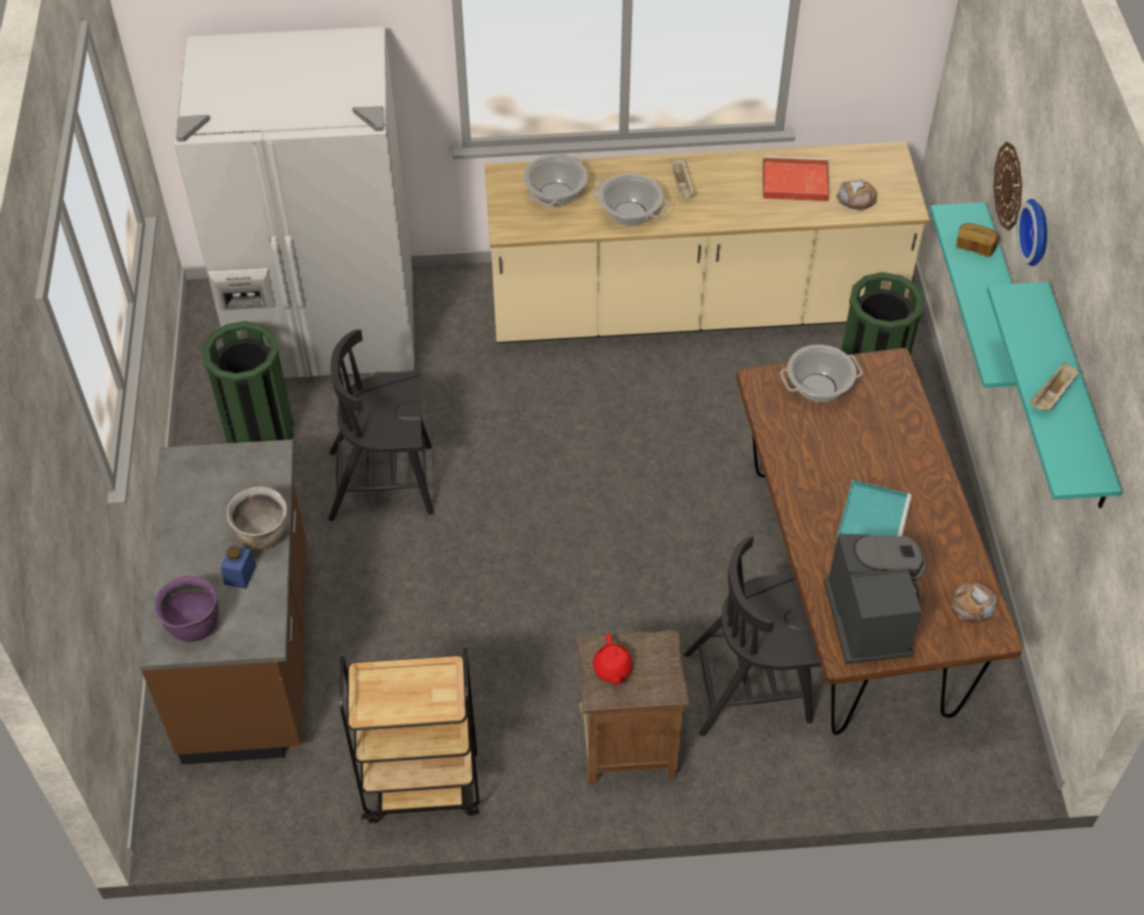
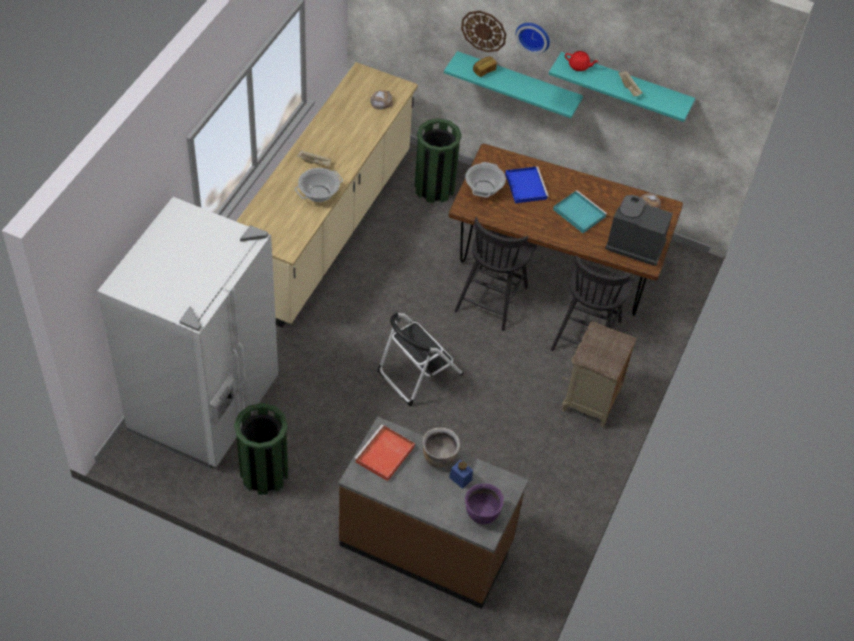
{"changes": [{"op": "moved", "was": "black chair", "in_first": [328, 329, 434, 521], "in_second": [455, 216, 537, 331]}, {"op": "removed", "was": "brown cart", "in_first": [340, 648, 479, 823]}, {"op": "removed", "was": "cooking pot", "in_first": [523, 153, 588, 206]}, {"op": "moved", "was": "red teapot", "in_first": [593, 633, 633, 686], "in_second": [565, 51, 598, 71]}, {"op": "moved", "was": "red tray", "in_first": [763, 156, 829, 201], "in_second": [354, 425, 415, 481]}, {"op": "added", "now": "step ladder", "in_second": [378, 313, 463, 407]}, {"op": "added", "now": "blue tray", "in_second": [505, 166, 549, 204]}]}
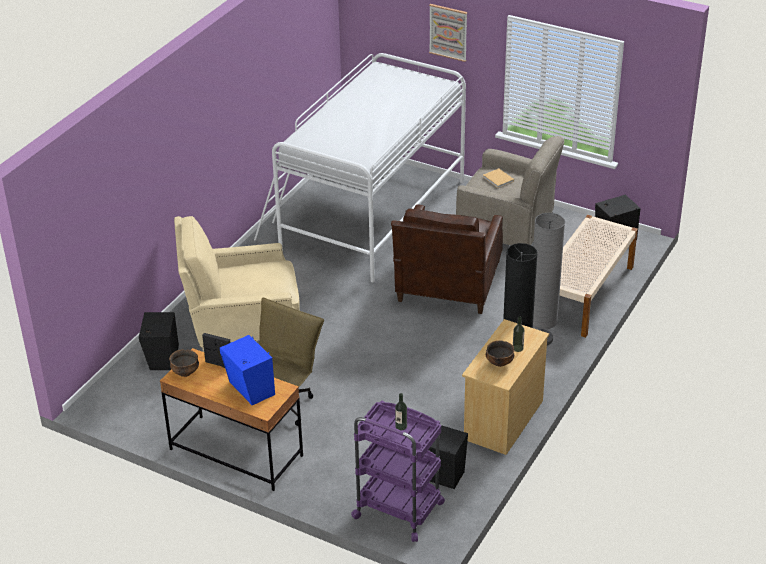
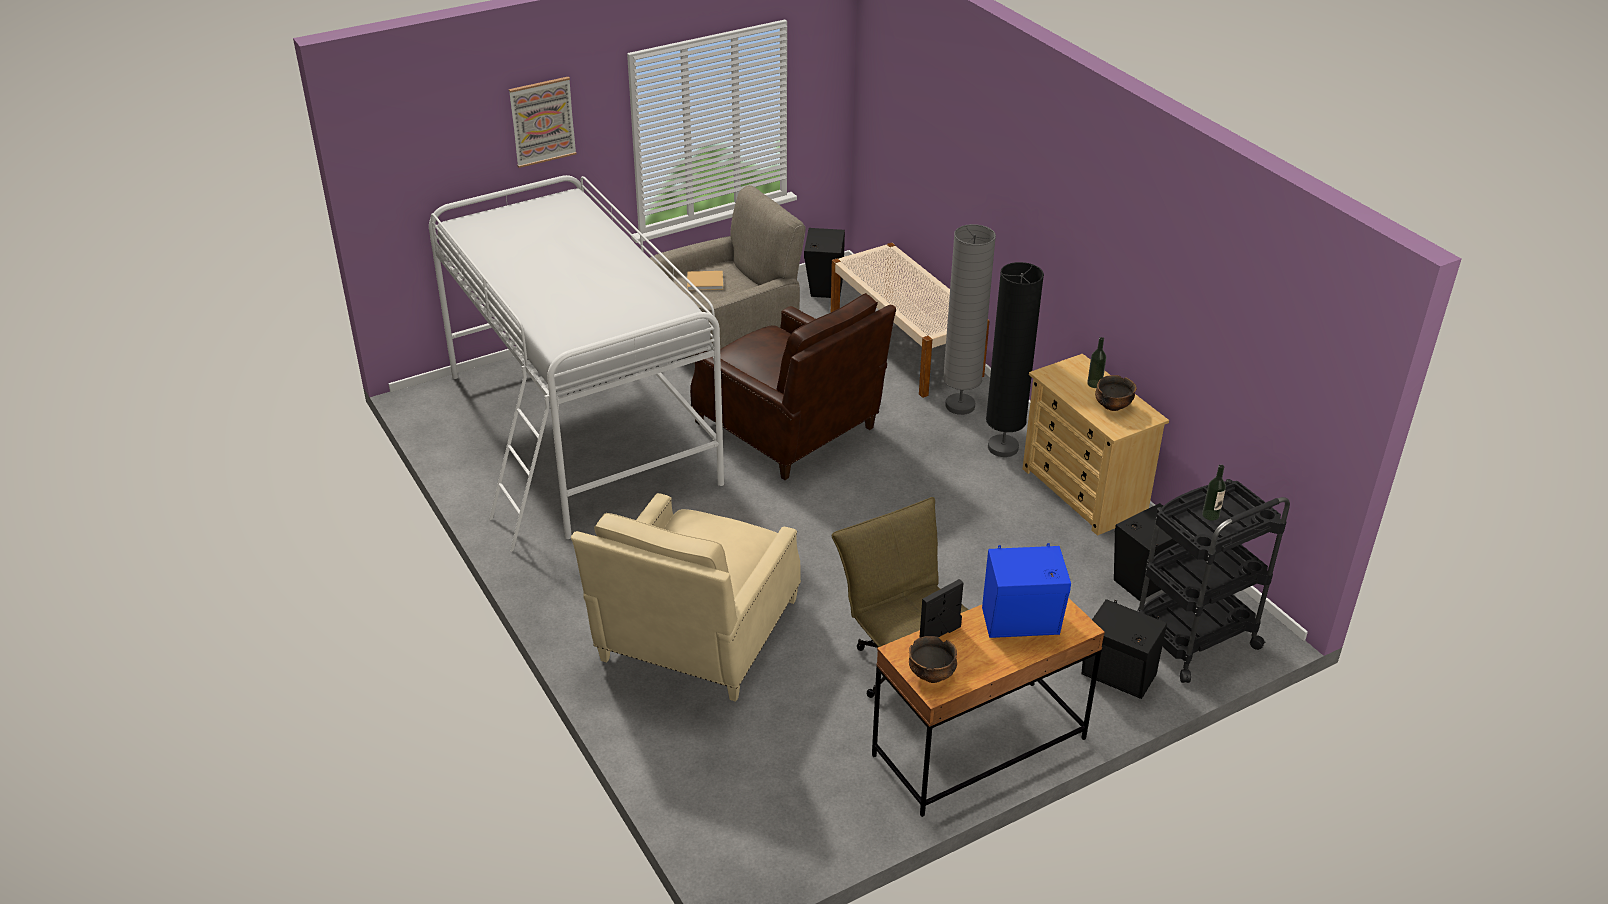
{"changes": [{"op": "moved", "was": "black speaker", "in_first": [139, 312, 179, 370], "in_second": [1081, 599, 1167, 699]}, {"op": "recoloured", "was": "purple cart", "now": "black cart", "in_first": [351, 401, 445, 542], "in_second": [1138, 479, 1290, 683]}]}
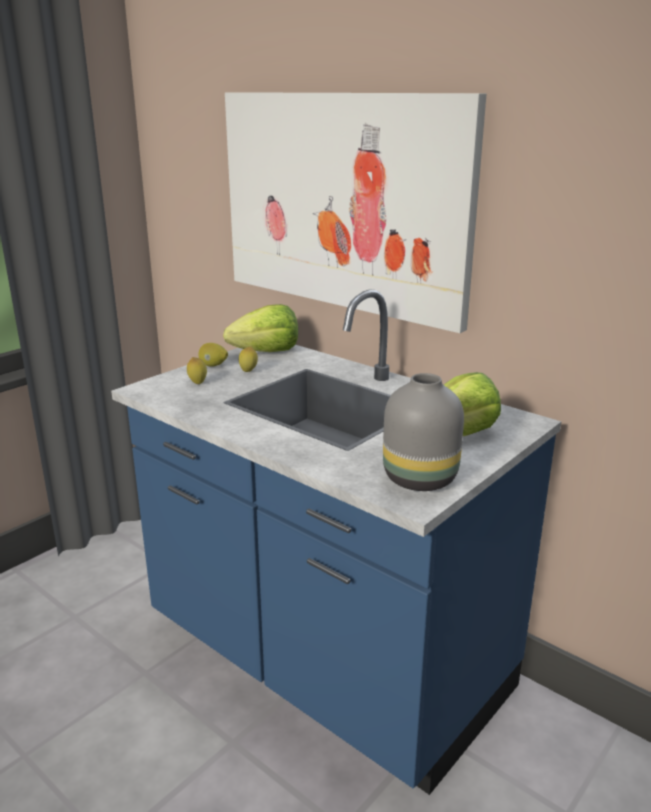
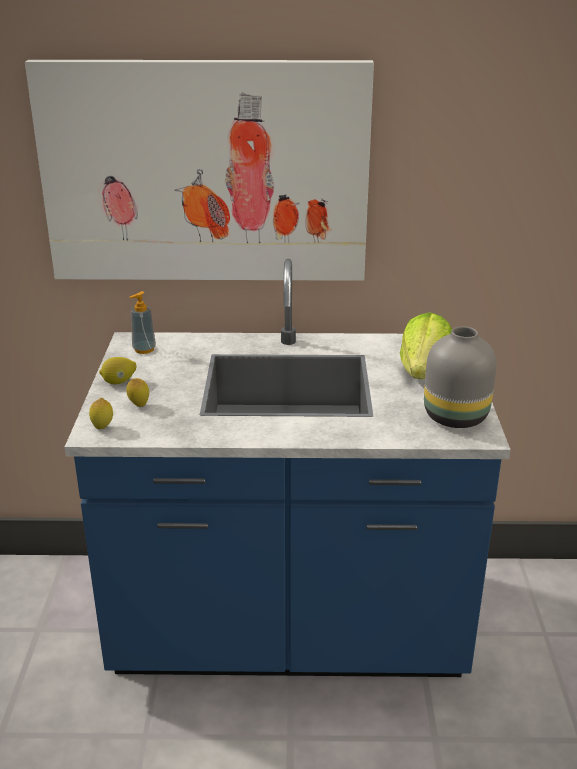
{"changes": [{"op": "replaced", "was": "lettuce", "now": "soap dispenser", "in_first": [223, 304, 298, 352], "in_second": [129, 291, 156, 354]}, {"op": "moved", "was": "lemon", "in_first": [239, 346, 258, 372], "in_second": [89, 398, 113, 429]}]}
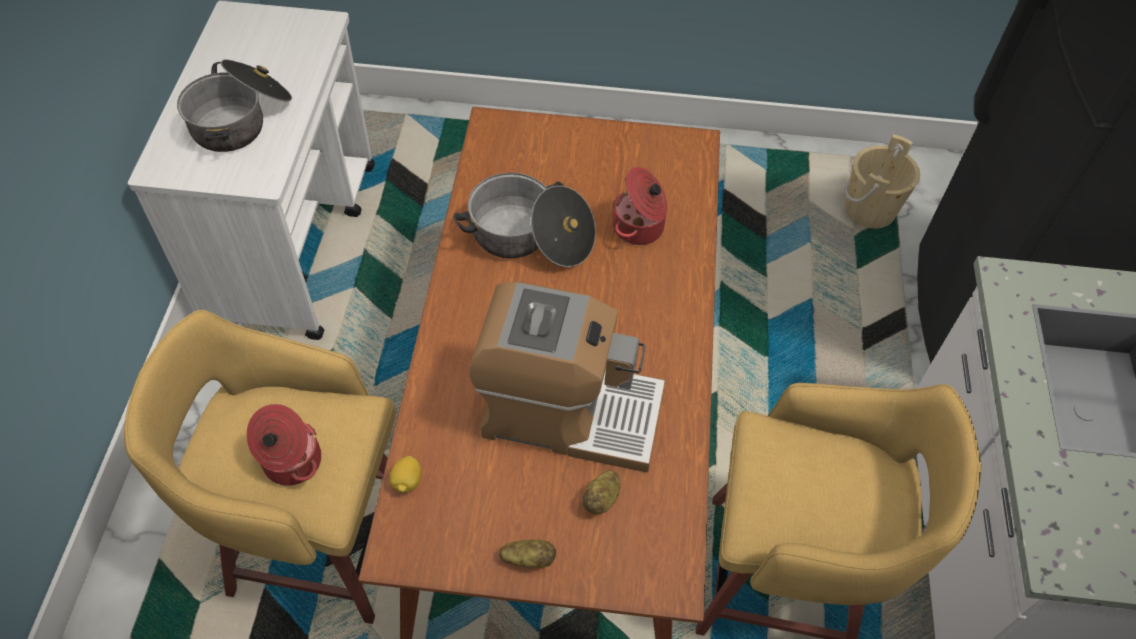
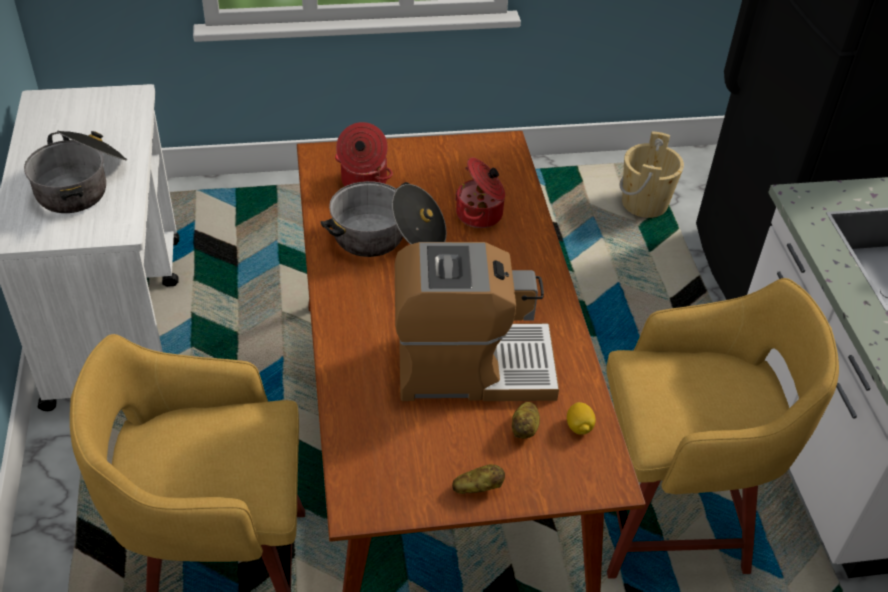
{"changes": [{"op": "moved", "was": "cooking pot", "in_first": [246, 404, 321, 486], "in_second": [335, 122, 393, 186]}, {"op": "moved", "was": "lemon", "in_first": [390, 456, 421, 493], "in_second": [567, 402, 596, 435]}]}
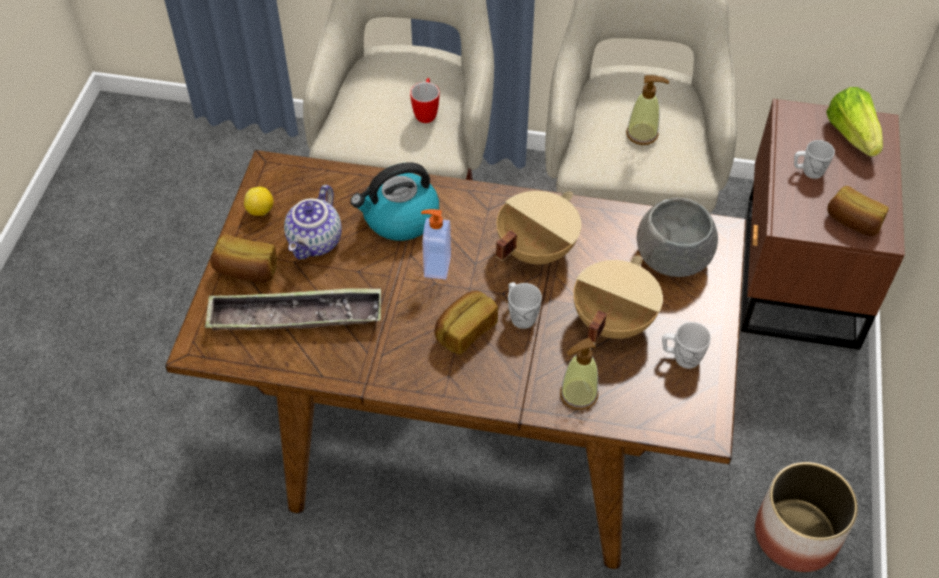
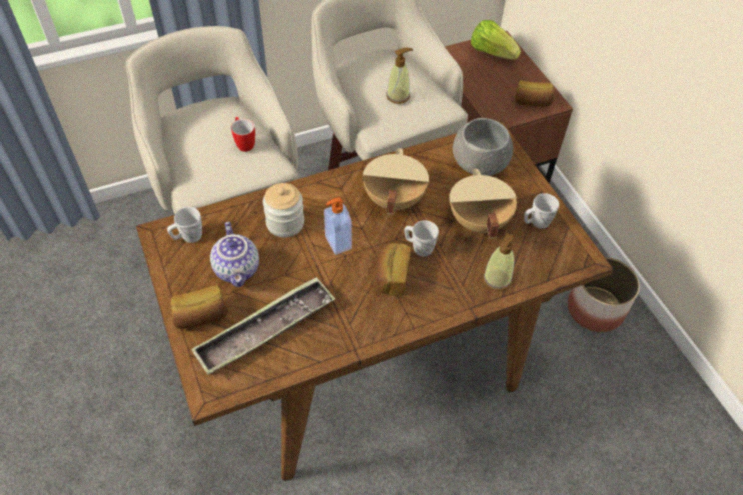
{"changes": [{"op": "removed", "was": "lemon", "in_first": [244, 187, 273, 216]}, {"op": "replaced", "was": "kettle", "now": "jar", "in_first": [350, 162, 439, 241], "in_second": [263, 183, 304, 238]}, {"op": "moved", "was": "white mug", "in_first": [794, 140, 835, 179], "in_second": [167, 207, 202, 243]}]}
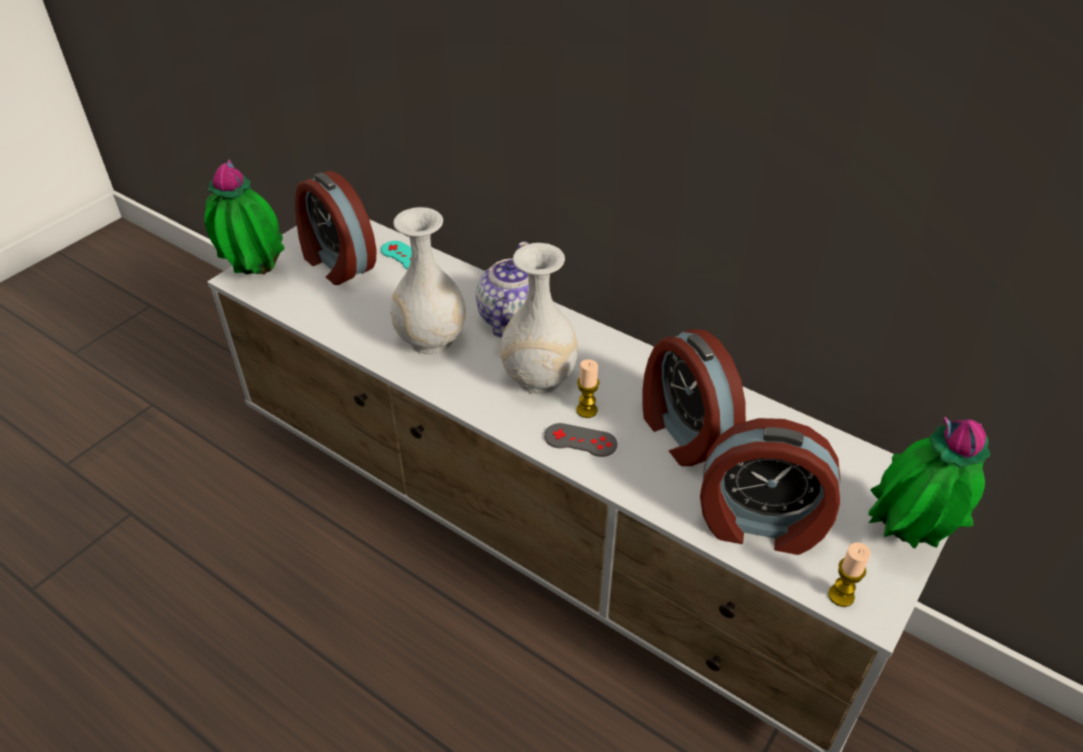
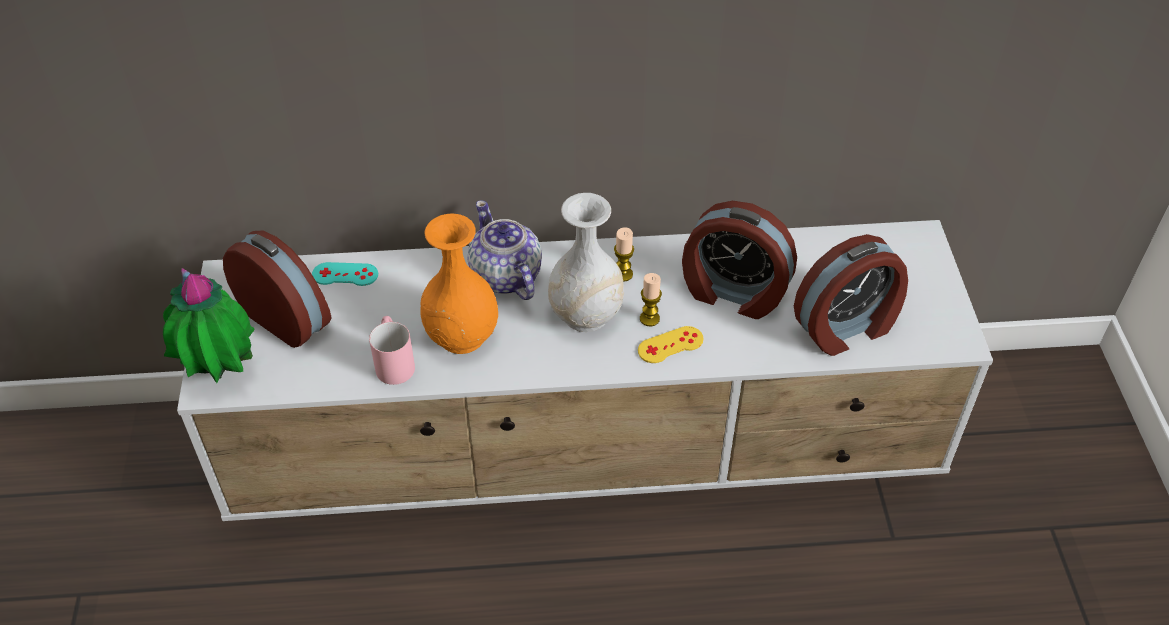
{"changes": [{"op": "turned", "was": "alarm clock", "in_first": [295, 171, 376, 285], "in_second": [223, 230, 332, 348], "clockwise": -150}, {"op": "recoloured", "was": "white vase", "now": "orange vase", "in_first": [391, 207, 466, 354], "in_second": [420, 213, 498, 354]}, {"op": "recoloured", "was": "grey game controller", "now": "yellow game controller", "in_first": [544, 423, 617, 457], "in_second": [638, 326, 704, 363]}, {"op": "moved", "was": "candle", "in_first": [828, 542, 871, 607], "in_second": [614, 227, 634, 282]}, {"op": "removed", "was": "potted plant", "in_first": [868, 417, 990, 549]}, {"op": "added", "now": "pink mug", "in_second": [369, 316, 415, 385]}]}
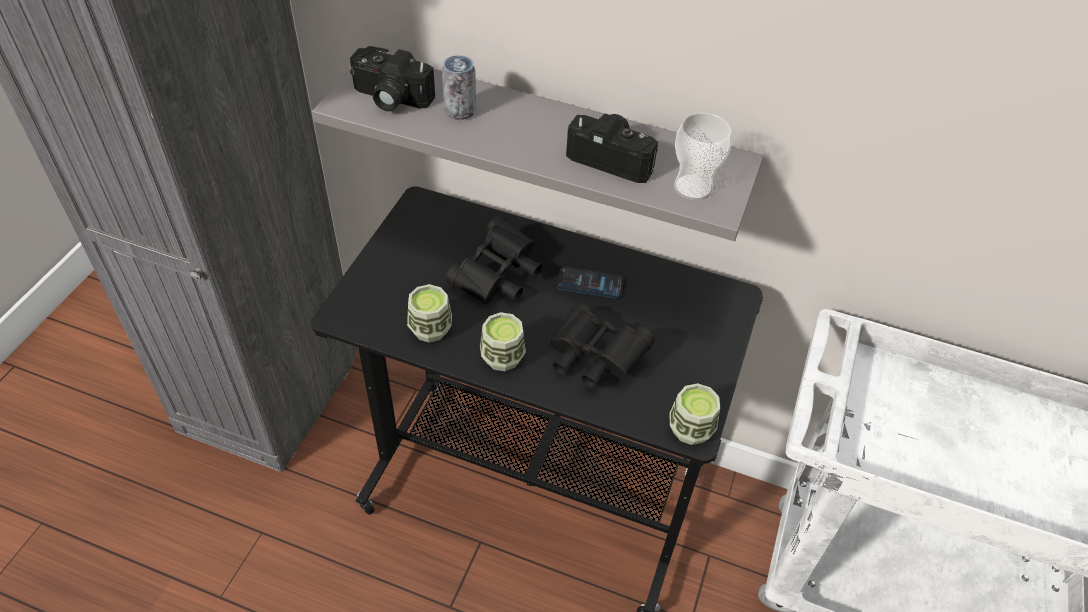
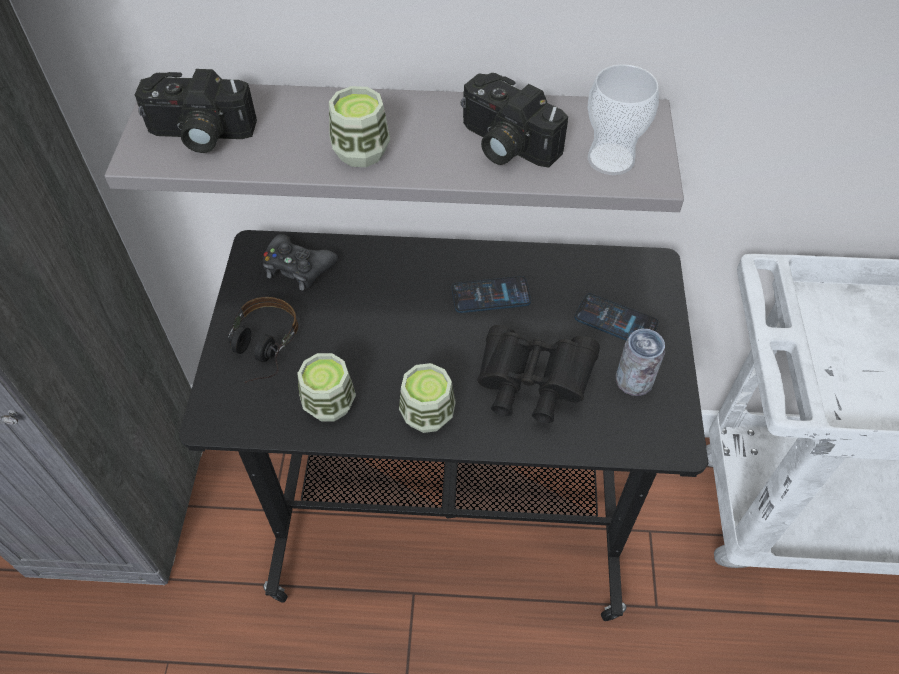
{"changes": [{"op": "moved", "was": "can", "in_first": [442, 55, 476, 120], "in_second": [616, 329, 665, 396]}, {"op": "removed", "was": "black binoculars", "in_first": [445, 215, 542, 304]}, {"op": "turned", "was": "photo camera", "in_first": [566, 113, 658, 183], "in_second": [461, 73, 568, 168], "clockwise": -150}, {"op": "moved", "was": "cup", "in_first": [669, 383, 720, 445], "in_second": [329, 86, 390, 167]}, {"op": "added", "now": "headphones", "in_second": [228, 297, 298, 383]}, {"op": "added", "now": "black game controller", "in_second": [263, 234, 338, 291]}, {"op": "added", "now": "phone", "in_second": [575, 293, 658, 340]}]}
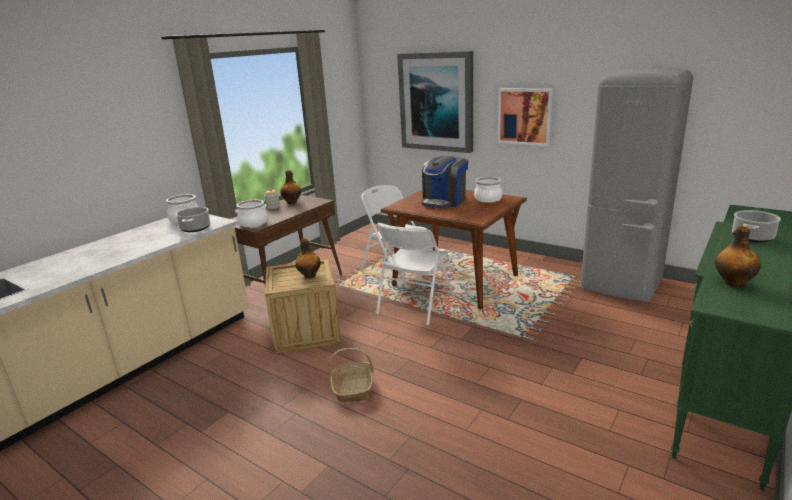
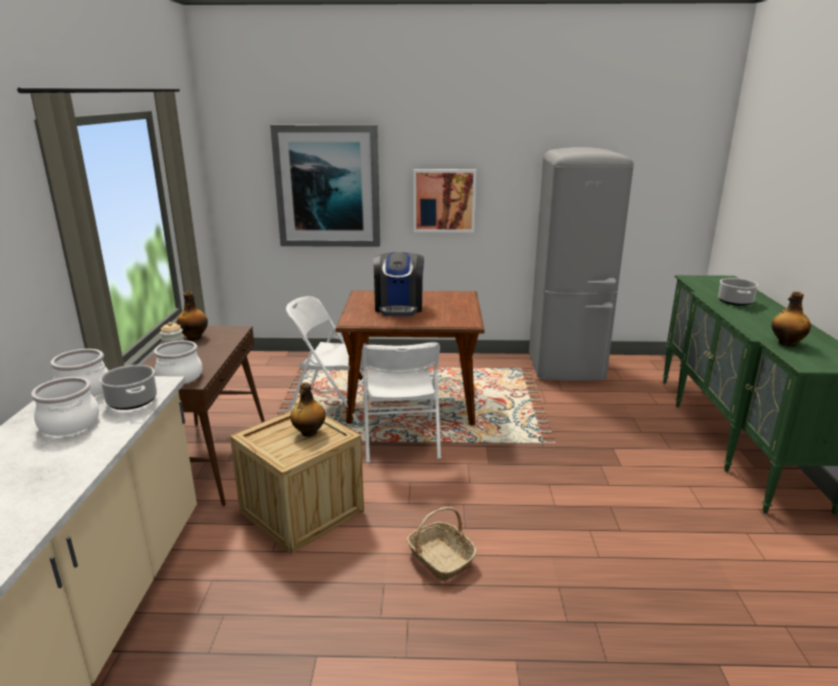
{"changes": [{"op": "moved", "was": "cooking pot", "in_first": [474, 177, 502, 203], "in_second": [31, 377, 99, 436]}]}
